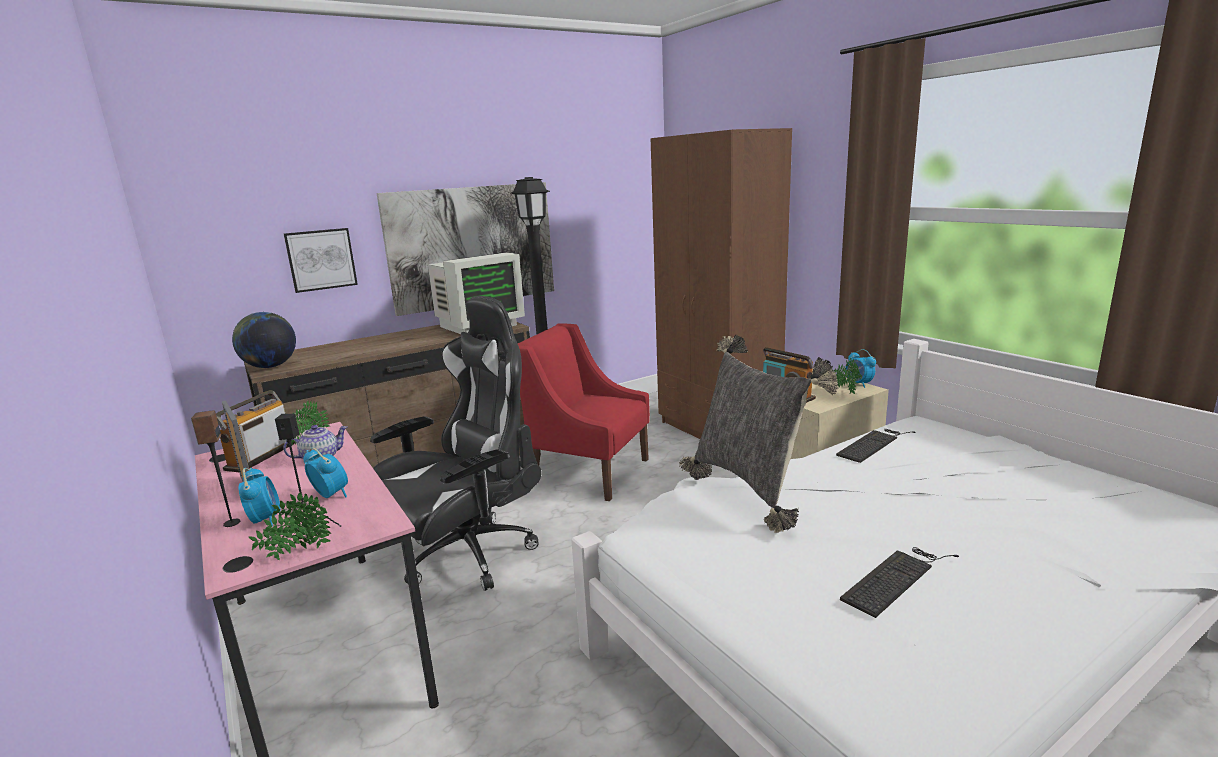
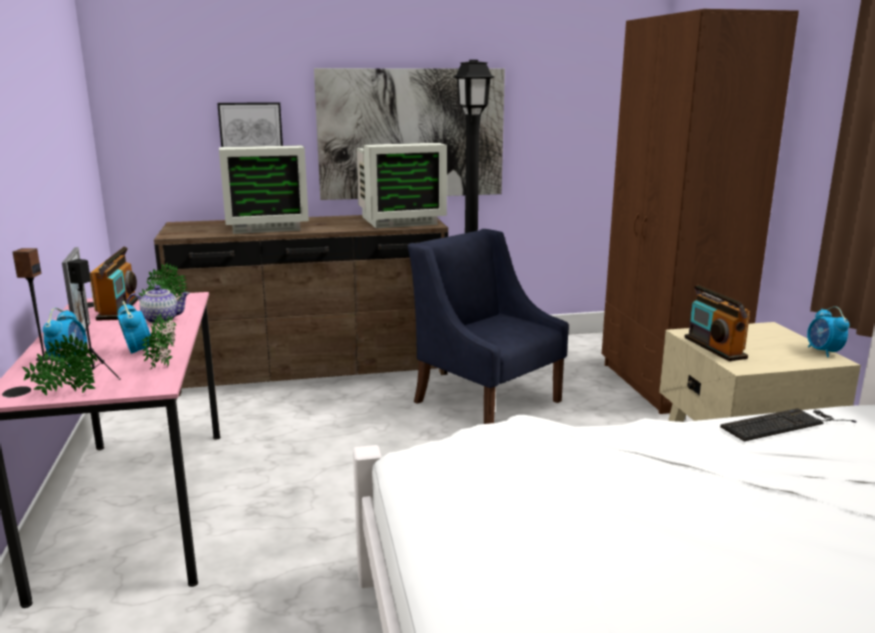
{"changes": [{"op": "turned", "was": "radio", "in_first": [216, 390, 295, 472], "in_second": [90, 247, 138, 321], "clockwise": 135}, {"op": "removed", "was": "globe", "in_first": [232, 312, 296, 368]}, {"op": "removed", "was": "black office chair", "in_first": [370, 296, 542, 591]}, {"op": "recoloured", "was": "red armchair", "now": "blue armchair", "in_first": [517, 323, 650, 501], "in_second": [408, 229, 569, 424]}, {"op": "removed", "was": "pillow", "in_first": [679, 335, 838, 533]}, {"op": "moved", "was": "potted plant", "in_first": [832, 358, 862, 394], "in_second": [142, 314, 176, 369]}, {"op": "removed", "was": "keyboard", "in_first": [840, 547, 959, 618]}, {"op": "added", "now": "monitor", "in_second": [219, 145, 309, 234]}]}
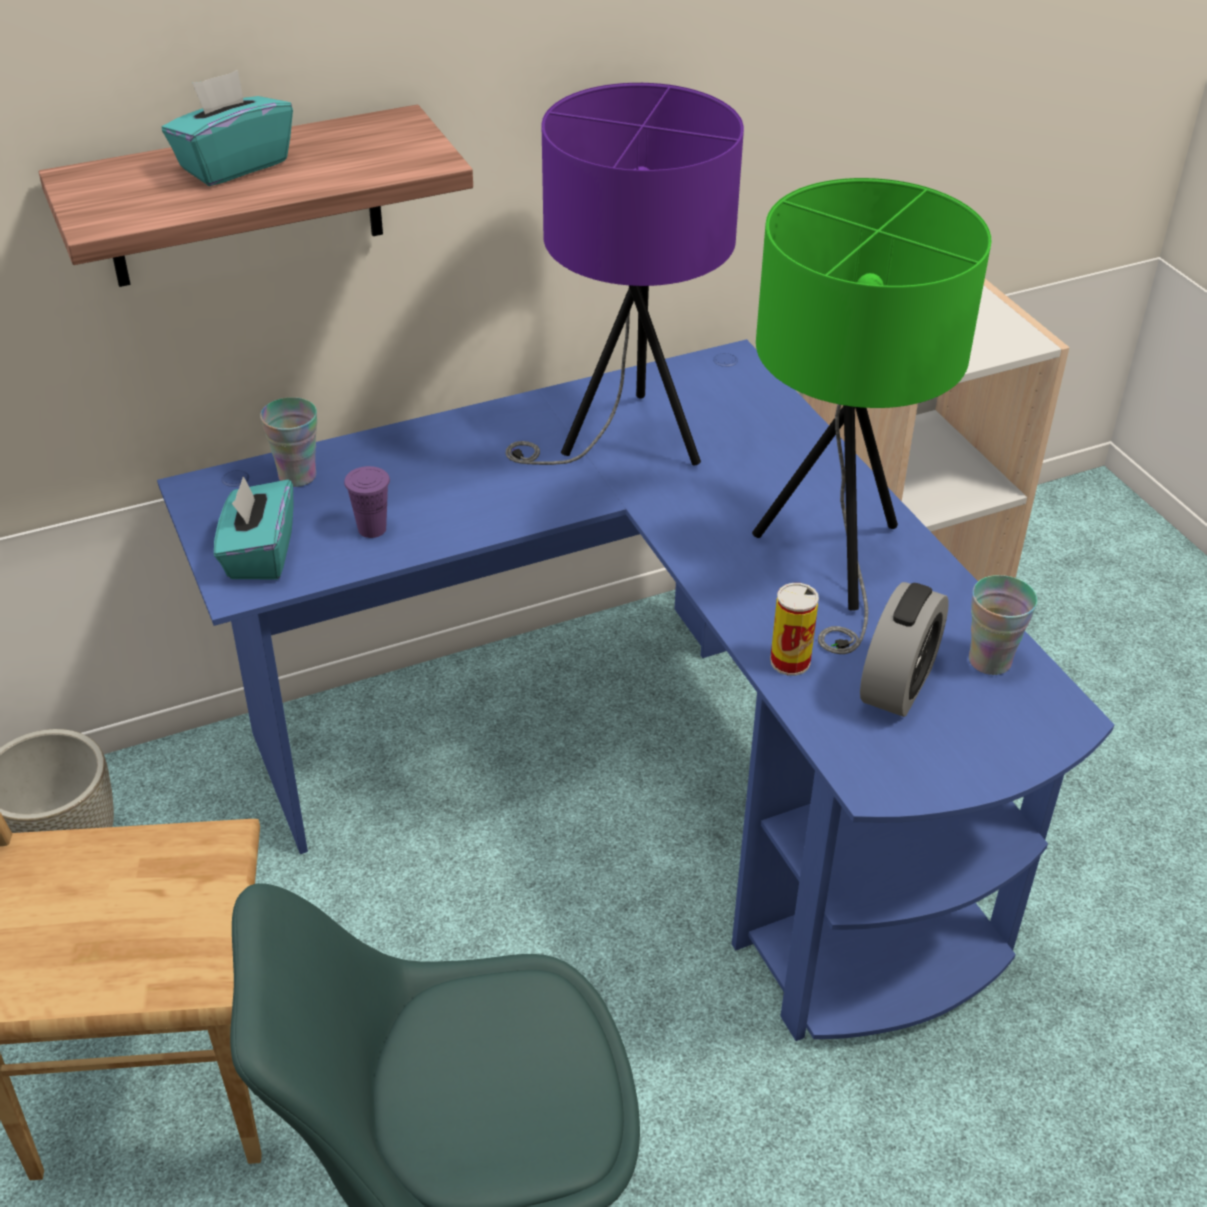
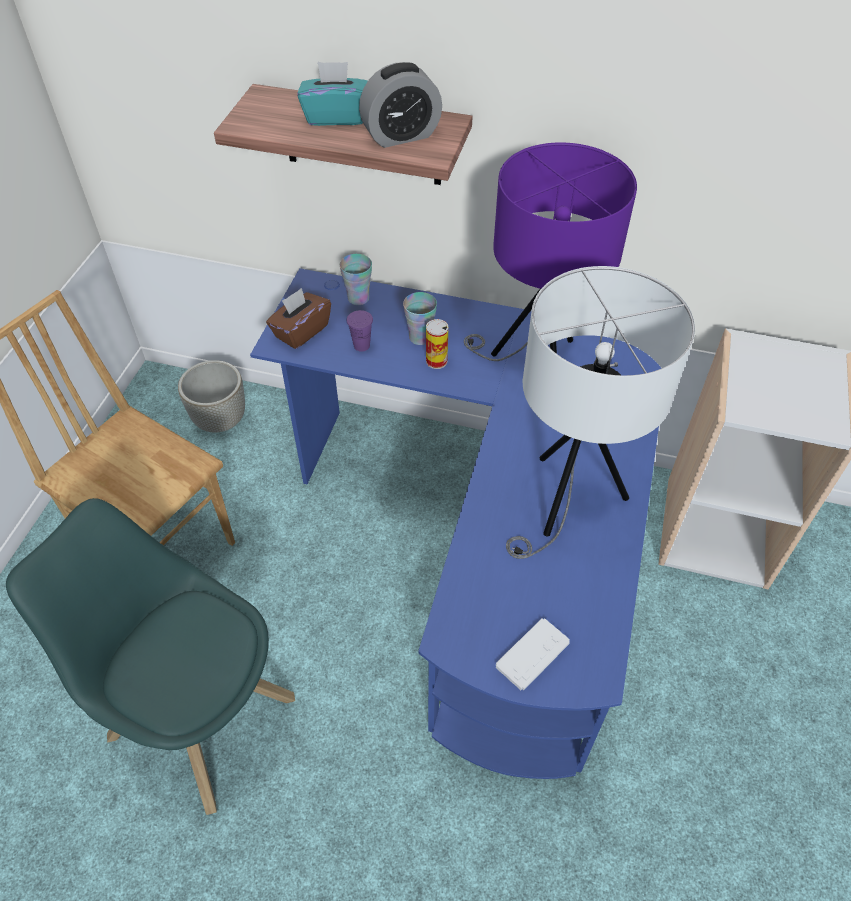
{"changes": [{"op": "recoloured", "was": "turquoise tissue box", "now": "brown tissue box", "in_first": [214, 476, 294, 579], "in_second": [266, 288, 331, 349]}, {"op": "recoloured", "was": "green table lamp", "now": "white table lamp", "in_first": [752, 178, 991, 654], "in_second": [506, 266, 695, 559]}, {"op": "moved", "was": "can", "in_first": [770, 583, 819, 676], "in_second": [426, 319, 448, 369]}, {"op": "moved", "was": "alarm clock", "in_first": [860, 582, 949, 717], "in_second": [359, 62, 442, 148]}, {"op": "moved", "was": "cup", "in_first": [969, 575, 1038, 675], "in_second": [403, 292, 437, 345]}, {"op": "added", "now": "white game controller", "in_second": [496, 618, 570, 691]}]}
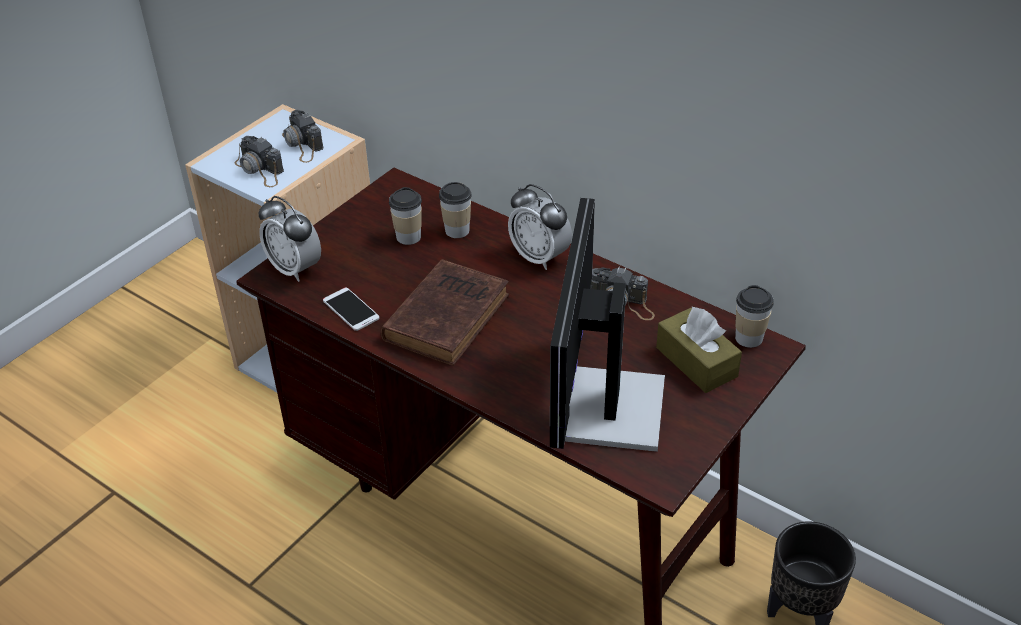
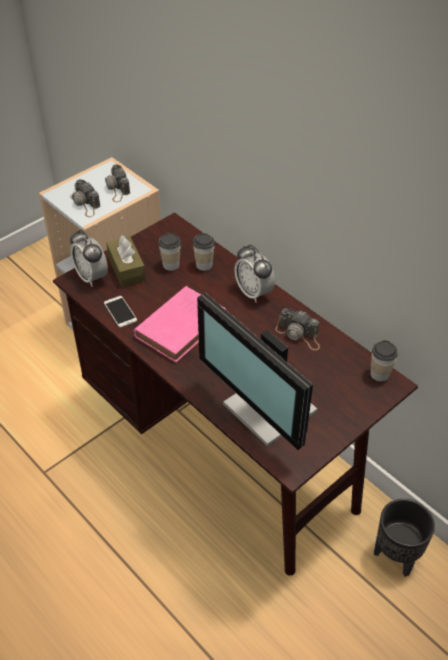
{"changes": [{"op": "recoloured", "was": "brown book", "now": "pink book", "in_first": [380, 259, 509, 366], "in_second": [134, 286, 226, 363]}, {"op": "turned", "was": "monitor", "in_first": [550, 198, 665, 452], "in_second": [197, 293, 317, 450], "clockwise": -60}, {"op": "moved", "was": "brown tissue box", "in_first": [656, 307, 742, 393], "in_second": [106, 235, 146, 287]}]}
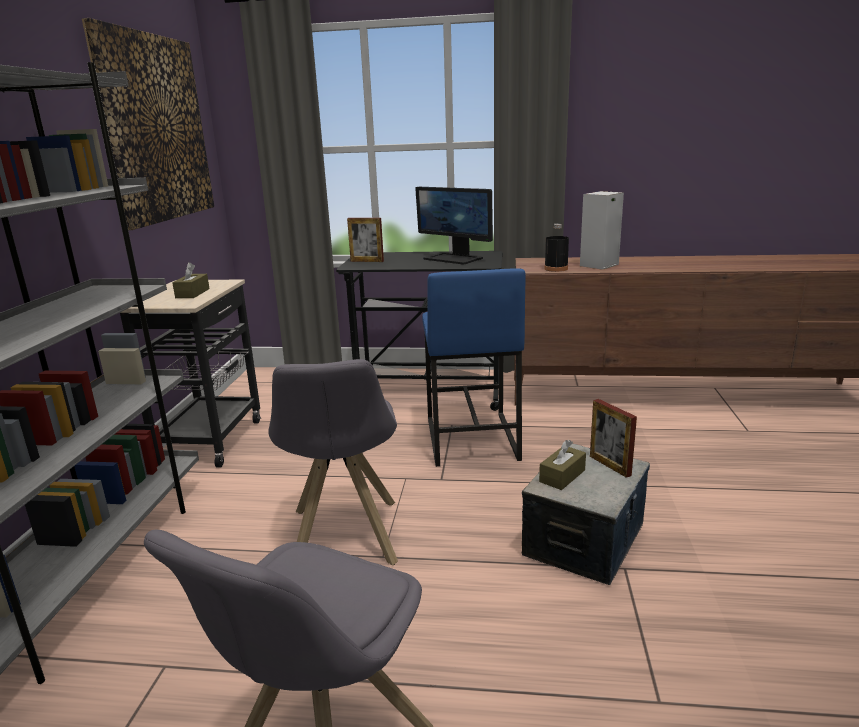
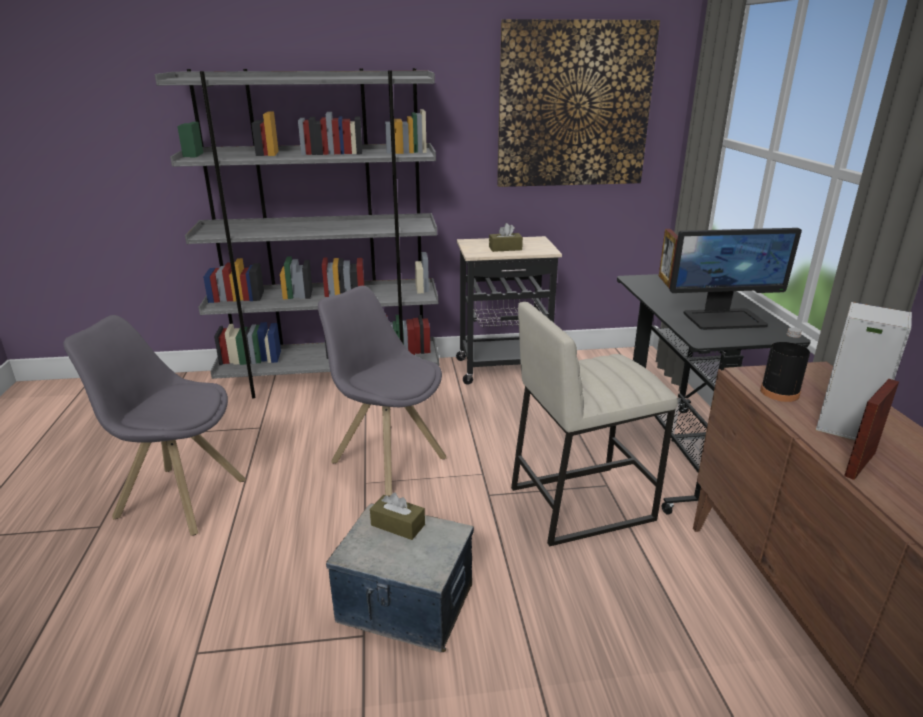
{"changes": [{"op": "turned", "was": "grey chair", "in_first": [268, 359, 398, 565], "in_second": [318, 286, 446, 496], "clockwise": 60}, {"op": "turned", "was": "monitor", "in_first": [415, 187, 493, 264], "in_second": [669, 228, 802, 330], "clockwise": -120}, {"op": "recoloured", "was": "blue stool", "now": "beige stool", "in_first": [422, 269, 526, 467], "in_second": [511, 302, 678, 547]}, {"op": "moved", "was": "picture frame", "in_first": [590, 399, 637, 478], "in_second": [844, 379, 899, 480]}]}
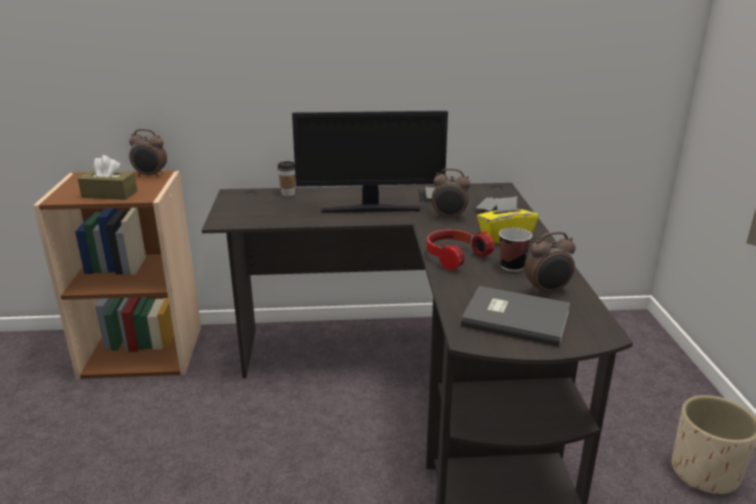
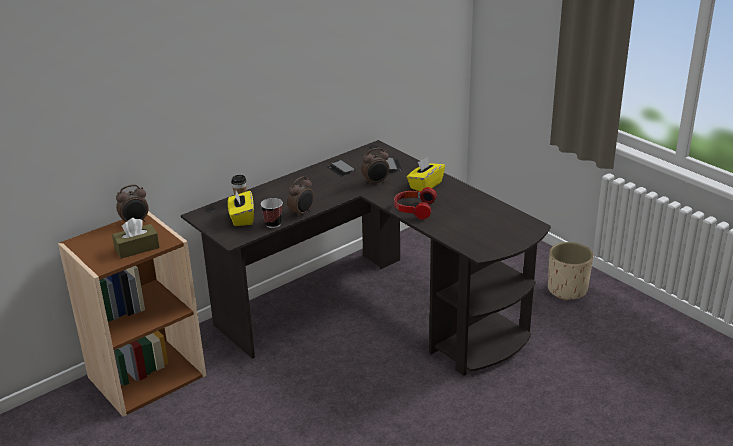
{"changes": [{"op": "removed", "was": "monitor", "in_first": [292, 111, 448, 213]}, {"op": "removed", "was": "grey book", "in_first": [461, 286, 570, 347]}, {"op": "moved", "was": "cup", "in_first": [499, 228, 532, 272], "in_second": [261, 198, 283, 228]}, {"op": "moved", "was": "alarm clock", "in_first": [525, 231, 576, 296], "in_second": [287, 177, 314, 218]}, {"op": "added", "now": "yellow tissue box", "in_second": [228, 190, 254, 226]}]}
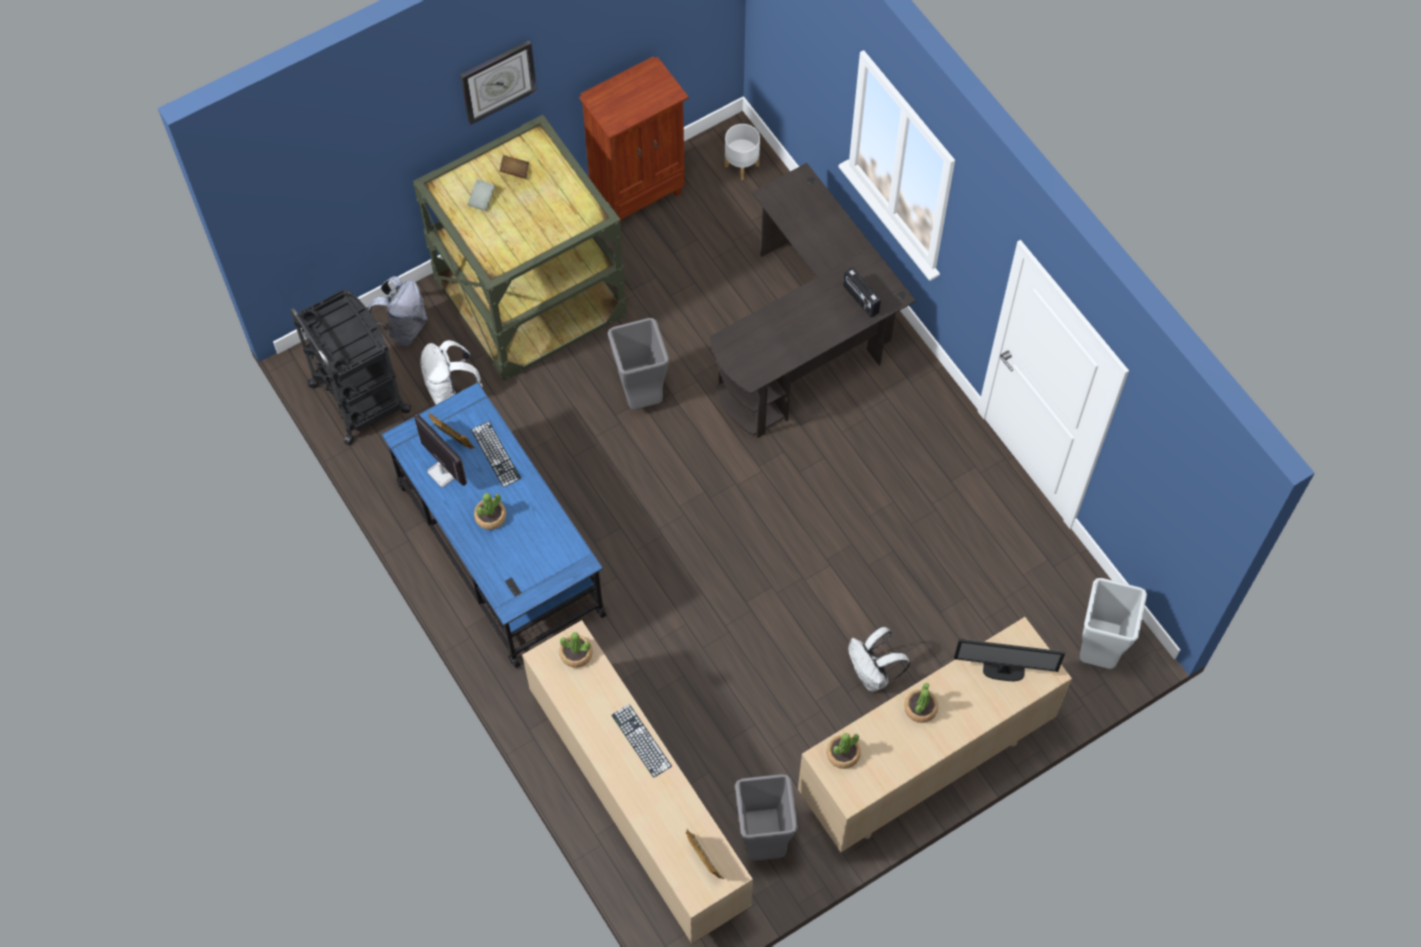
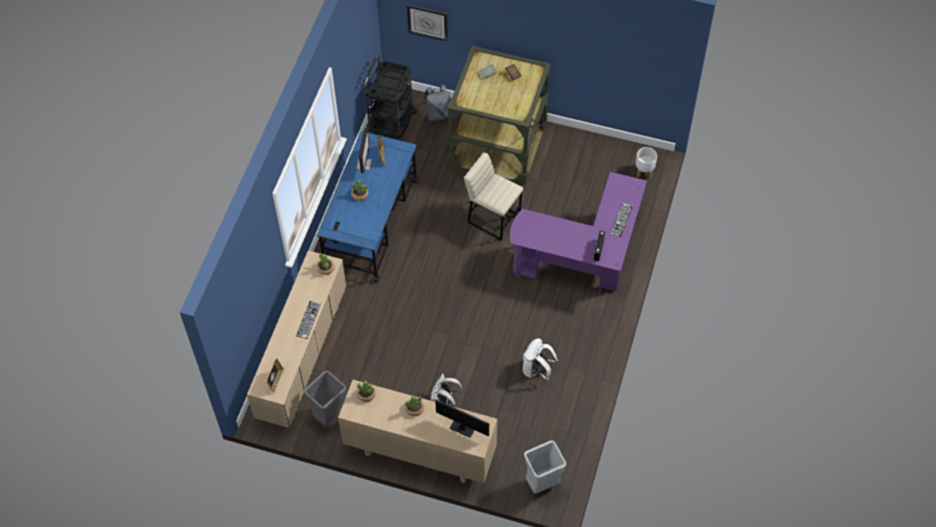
{"changes": [{"op": "moved", "was": "white backpack", "in_first": [420, 340, 483, 405], "in_second": [523, 338, 558, 380]}, {"op": "moved", "was": "wall clock", "in_first": [460, 40, 537, 125], "in_second": [407, 4, 448, 42]}, {"op": "moved", "was": "keyboard", "in_first": [471, 421, 521, 487], "in_second": [610, 203, 633, 237]}, {"op": "removed", "was": "brown cabinet", "in_first": [579, 56, 689, 222]}, {"op": "replaced", "was": "grey trash can", "now": "beige chair", "in_first": [608, 318, 669, 410], "in_second": [464, 152, 523, 241]}, {"op": "recoloured", "was": "black desk", "now": "purple desk", "in_first": [710, 163, 916, 438], "in_second": [510, 172, 647, 296]}, {"op": "turned", "was": "monitor", "in_first": [954, 639, 1065, 681], "in_second": [435, 399, 489, 438], "clockwise": 150}]}
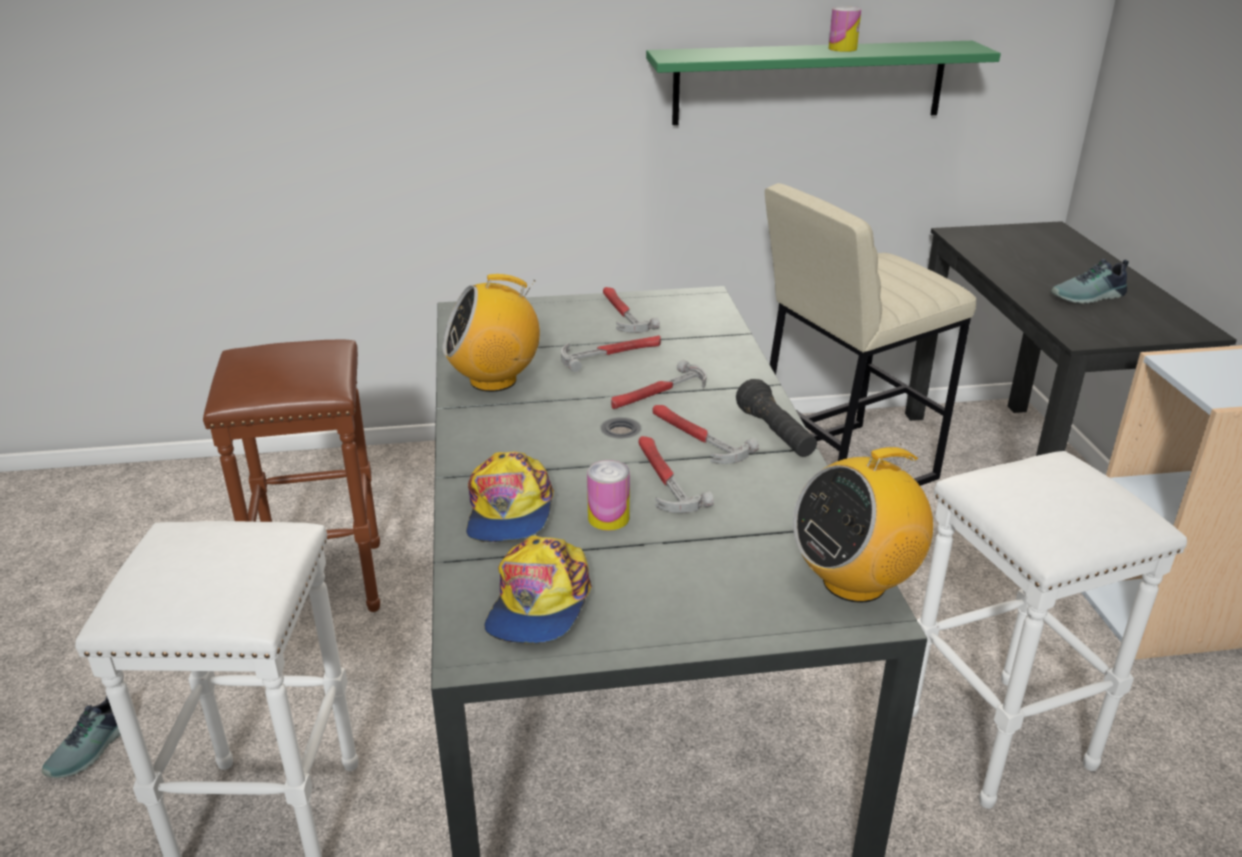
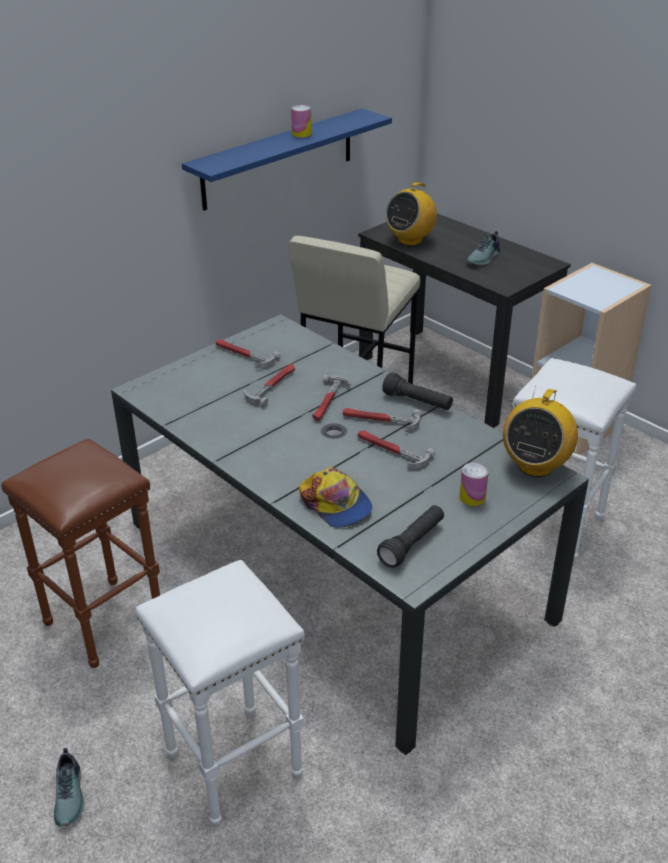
{"changes": [{"op": "moved", "was": "radio", "in_first": [442, 274, 540, 392], "in_second": [386, 182, 437, 246]}, {"op": "replaced", "was": "cap", "now": "black flashlight", "in_first": [484, 535, 592, 643], "in_second": [377, 505, 444, 568]}, {"op": "moved", "was": "can", "in_first": [587, 460, 630, 531], "in_second": [460, 462, 489, 506]}, {"op": "recoloured", "was": "green shelf", "now": "blue shelf", "in_first": [646, 41, 1001, 125], "in_second": [182, 109, 392, 211]}]}
